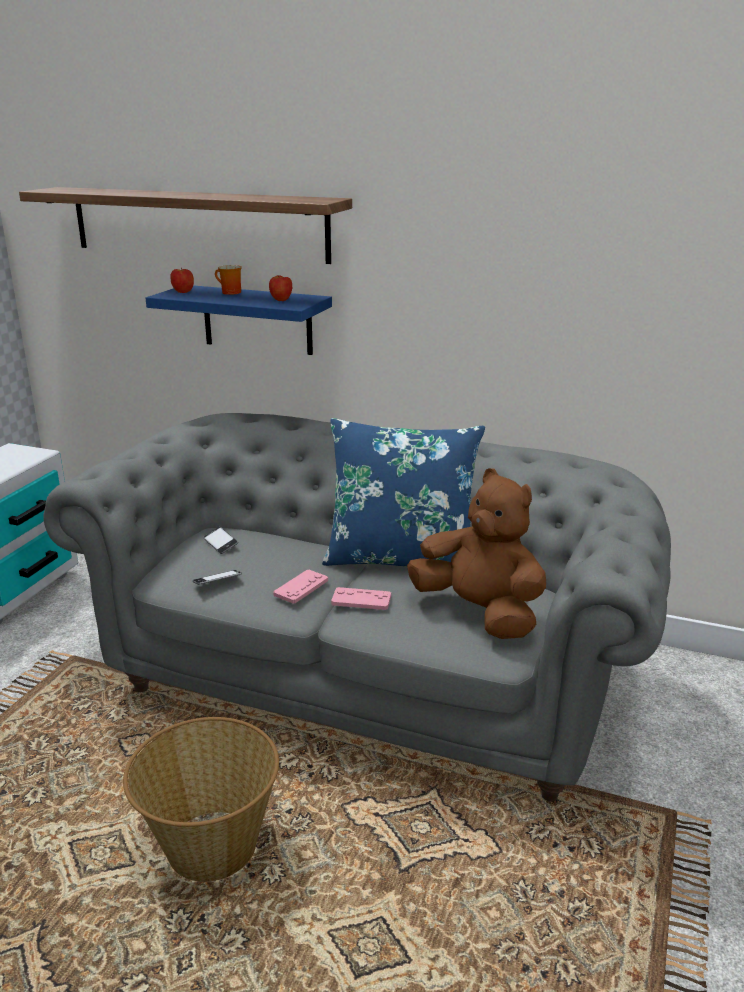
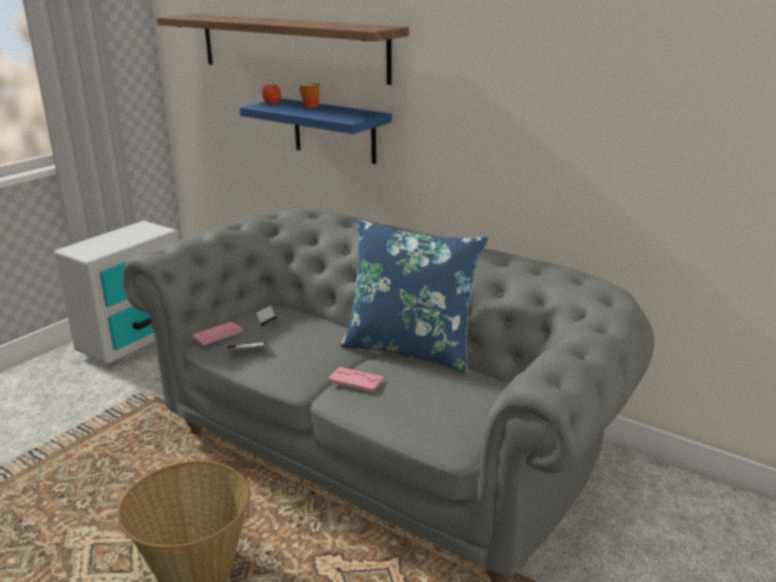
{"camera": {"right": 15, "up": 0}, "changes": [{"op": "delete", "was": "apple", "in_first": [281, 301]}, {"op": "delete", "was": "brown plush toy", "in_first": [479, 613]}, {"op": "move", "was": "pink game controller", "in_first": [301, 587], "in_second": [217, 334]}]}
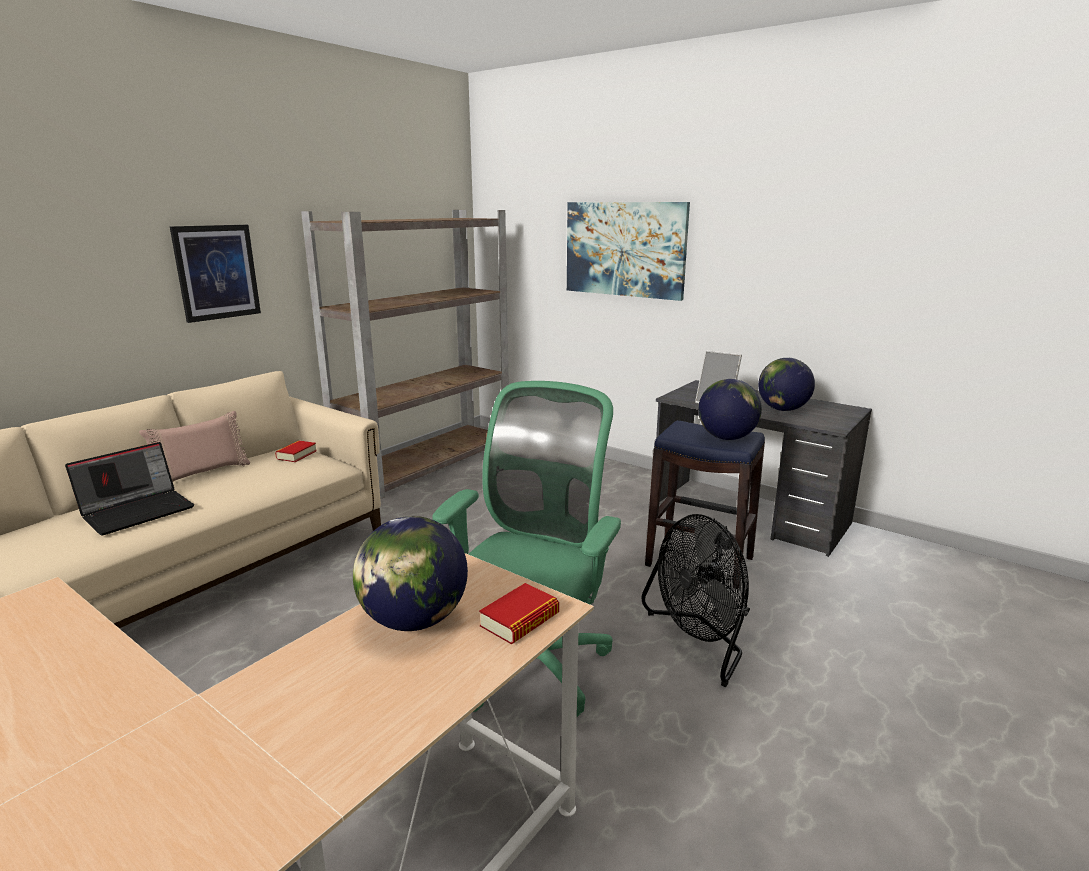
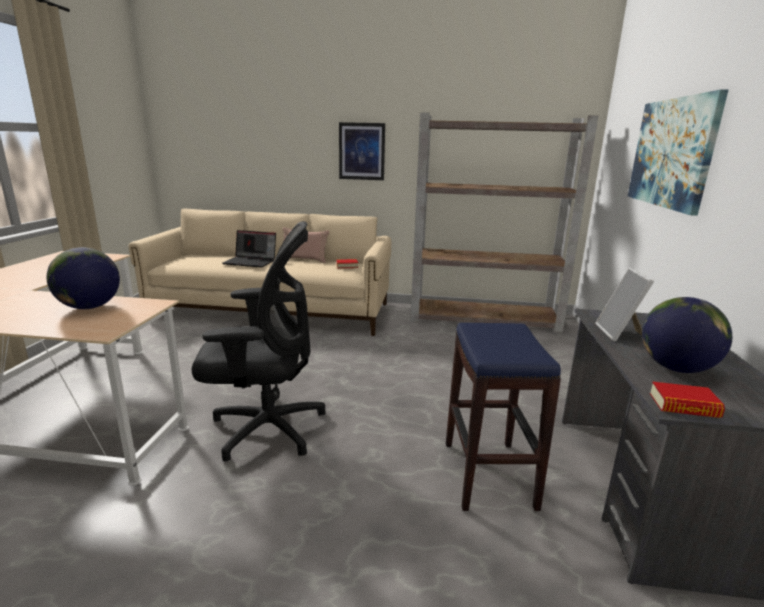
{"camera": {"right": 60, "up": 0}, "changes": [{"op": "delete", "was": "globe", "in_first": [726, 438]}, {"op": "recolor", "was": "green office chair", "now": "black office chair", "in_first": [530, 673], "in_second": [261, 430]}, {"op": "delete", "was": "black fan", "in_first": [702, 637]}, {"op": "move", "was": "book", "in_first": [520, 620], "in_second": [684, 406]}]}
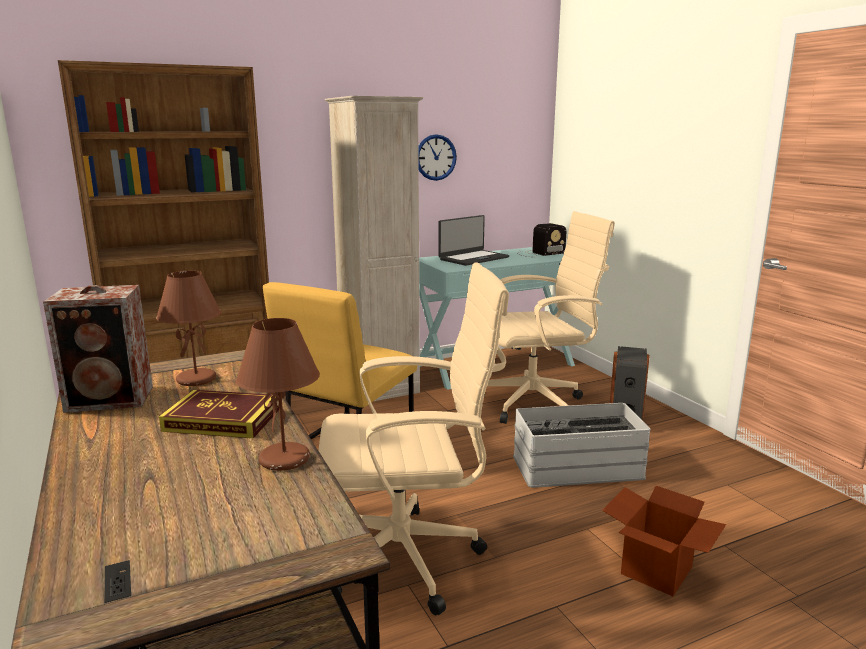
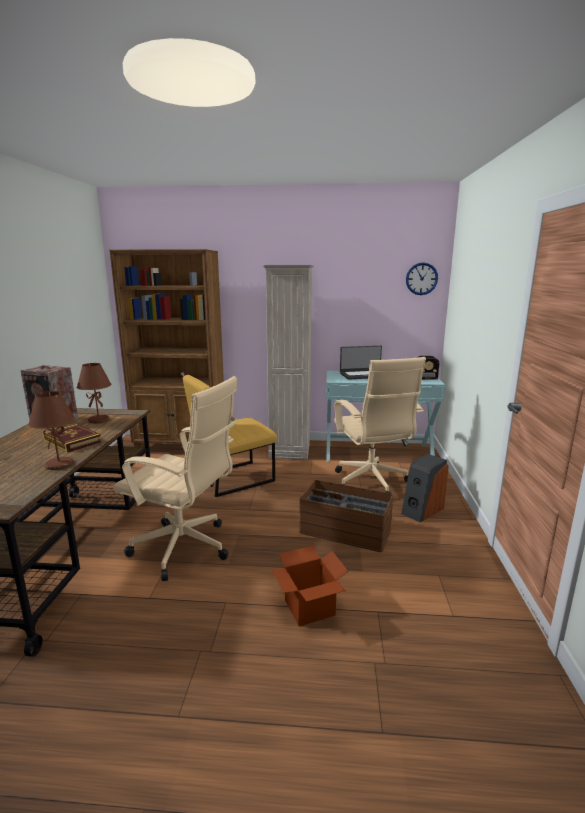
{"camera": {"right": 30, "up": 0}, "changes": [{"op": "move", "was": "wall clock", "in_first": [435, 157], "in_second": [421, 278]}, {"op": "rotate", "was": "beige office chair", "in_first": [536, 404], "in_second": [372, 484], "clockwise": 60}, {"op": "recolor", "was": "grey storage box", "now": "brown storage box", "in_first": [577, 467], "in_second": [344, 530]}]}
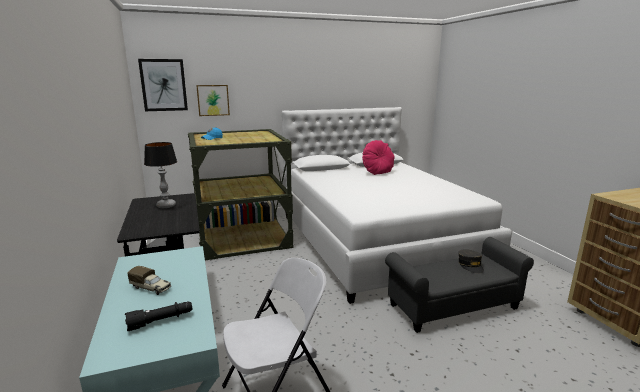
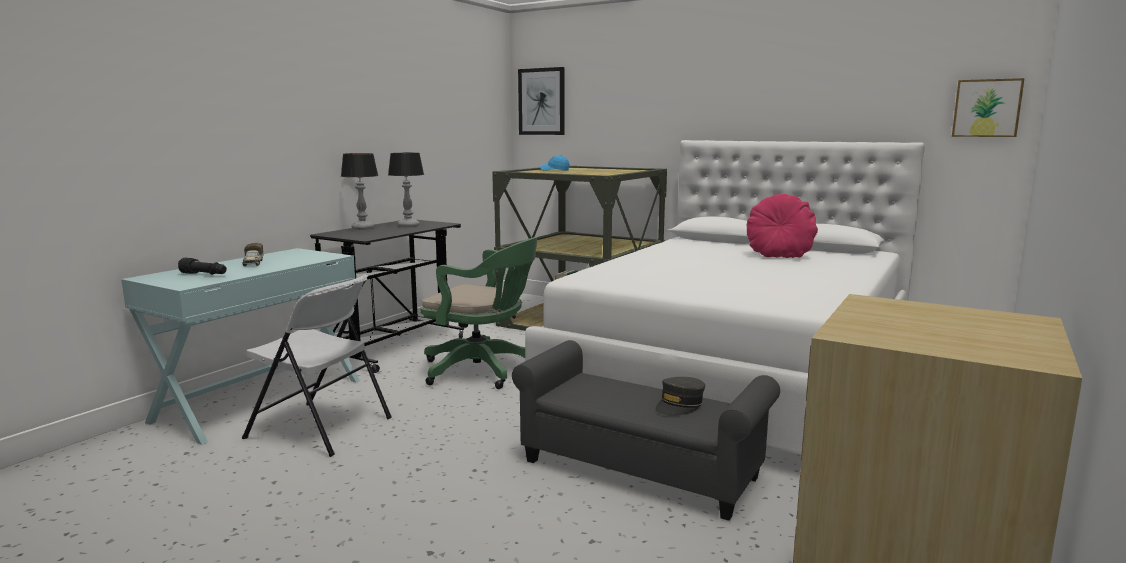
{"camera": {"right": 50, "up": -5}, "changes": [{"op": "move", "was": "picture", "in_first": [213, 100], "in_second": [987, 108]}, {"op": "insert", "now": "table lamp", "in_second": [362, 228]}, {"op": "insert", "now": "green office chair", "in_second": [483, 371]}]}
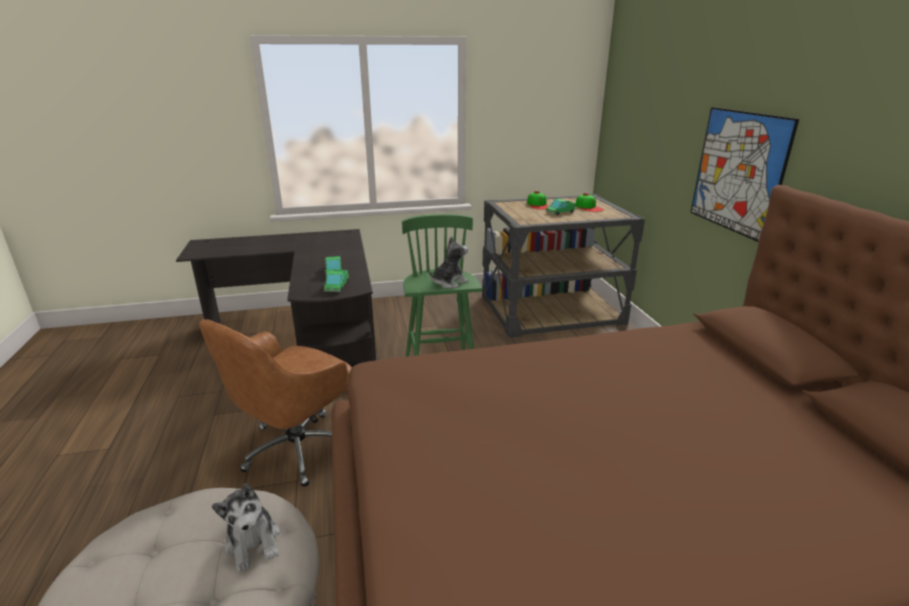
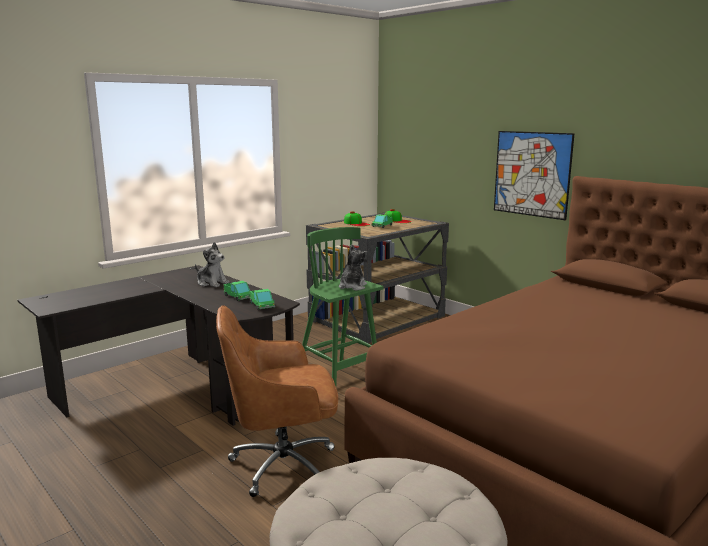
{"camera": {"right": -30, "up": -10}, "changes": [{"op": "rotate", "was": "brown office chair", "in_first": [297, 448], "in_second": [282, 464], "clockwise": 75}, {"op": "move", "was": "plush toy", "in_first": [253, 542], "in_second": [212, 283]}]}
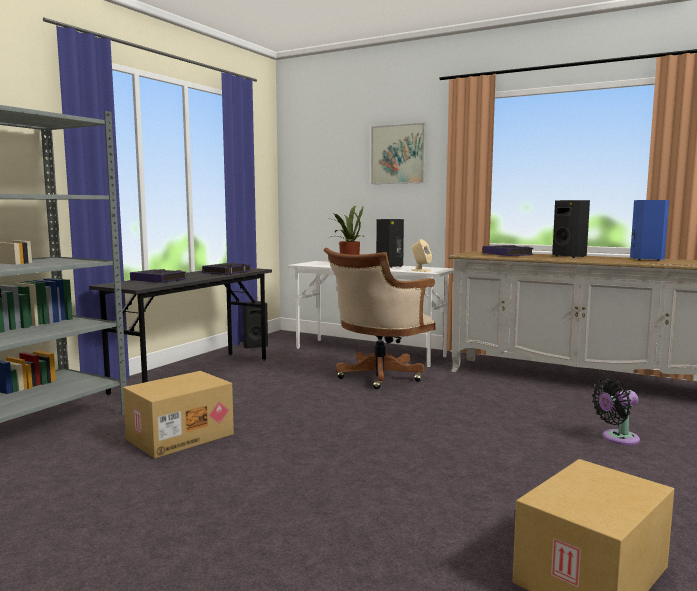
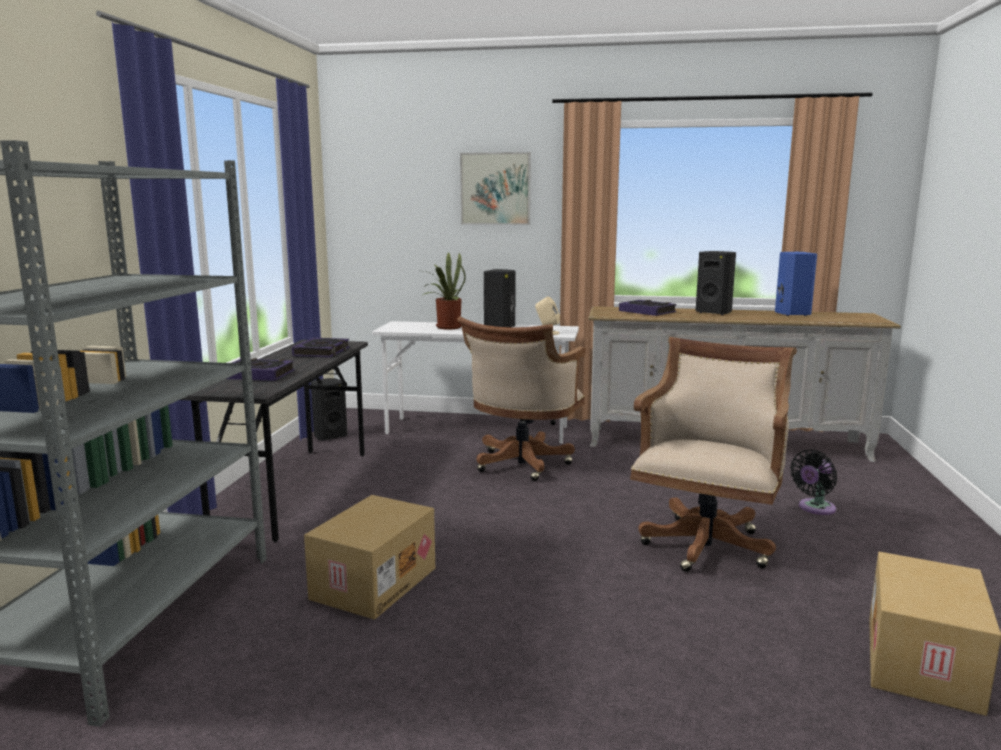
{"camera": {"right": -20, "up": 5}, "changes": [{"op": "insert", "now": "office chair", "in_second": [706, 543]}]}
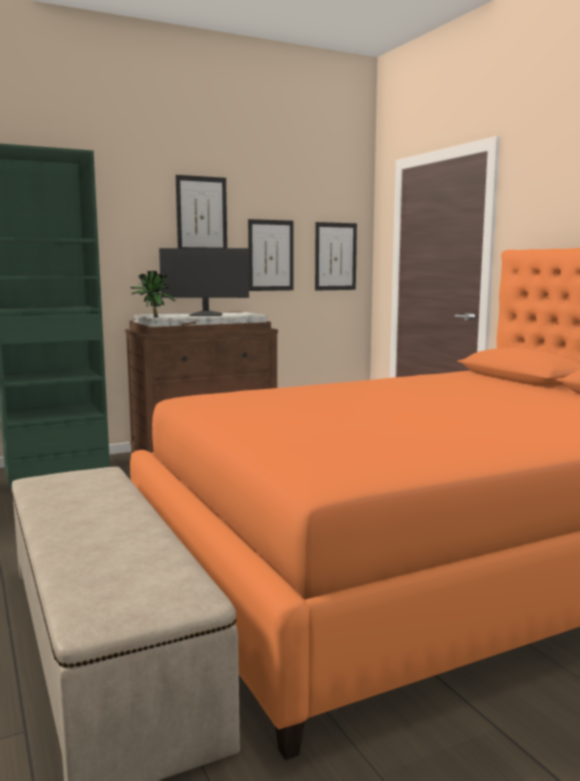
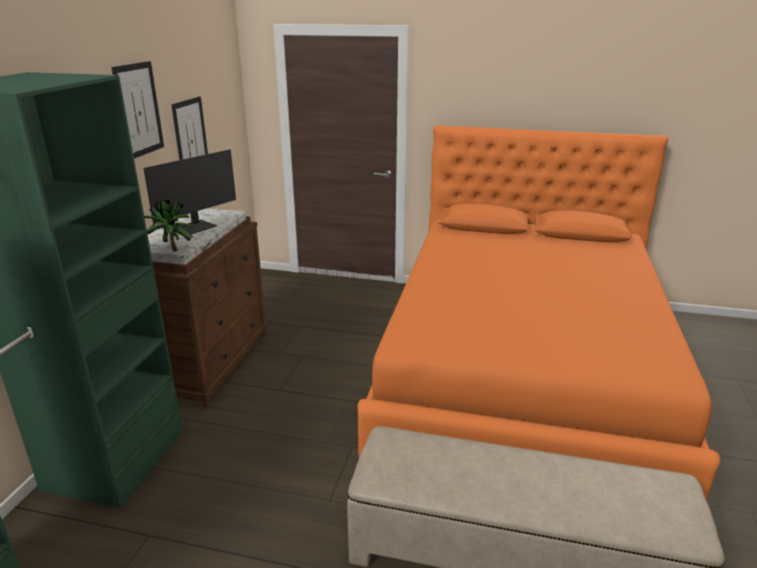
{"camera": {"right": -50, "up": 15}, "changes": [{"op": "delete", "was": "picture", "in_first": [335, 256]}]}
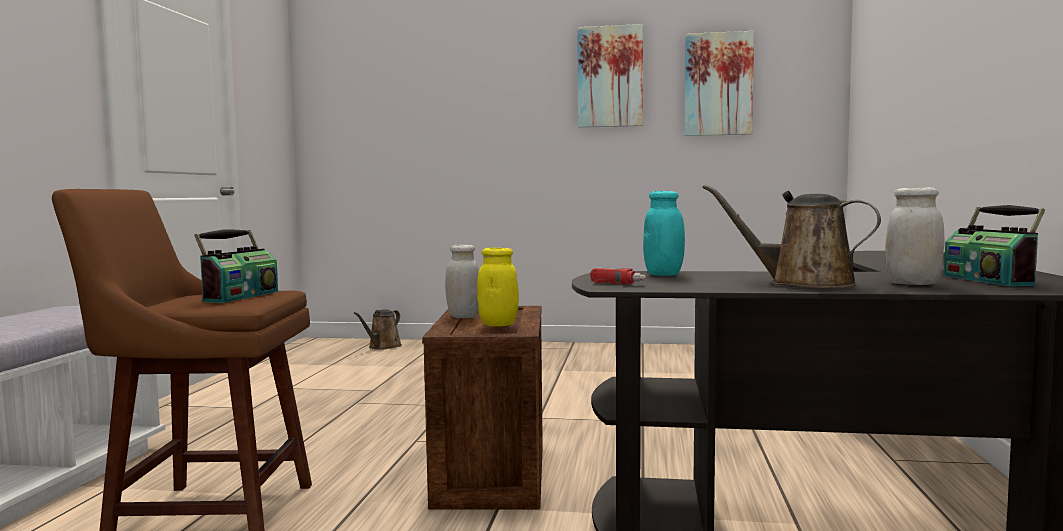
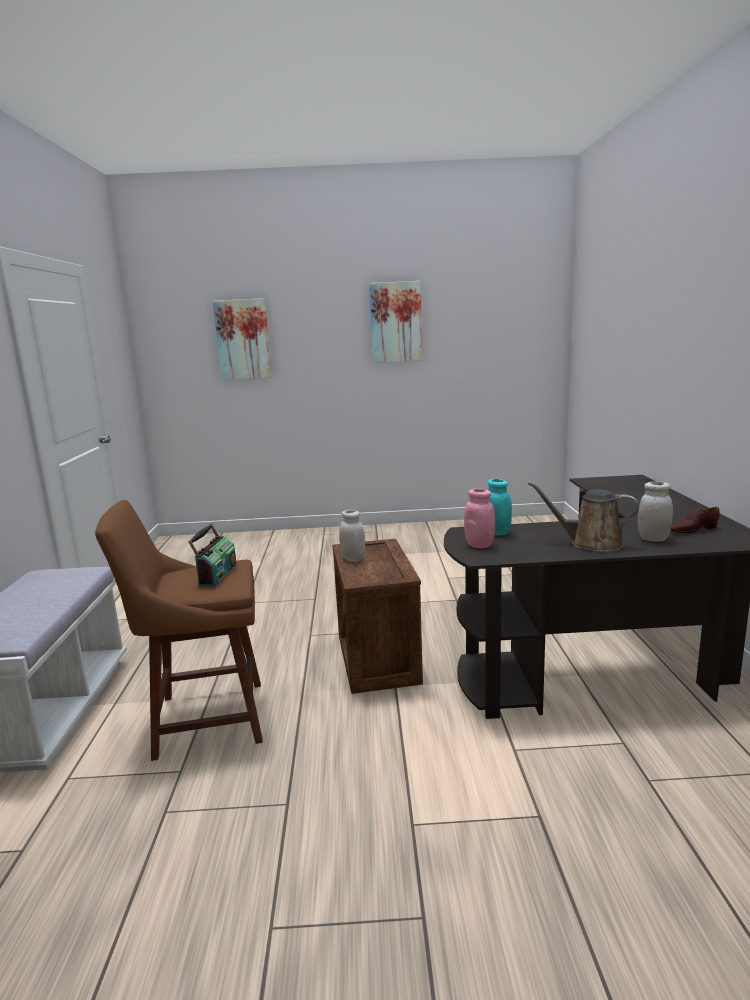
{"camera": {"right": -10, "up": 10}, "changes": [{"op": "move", "was": "picture", "in_first": [718, 84], "in_second": [243, 339]}, {"op": "replace", "was": "radio", "now": "brown shoe", "in_first": [989, 280], "in_second": [693, 529]}, {"op": "delete", "was": "yellow jar", "in_first": [498, 324]}, {"op": "replace", "was": "power drill", "now": "pink jar", "in_first": [624, 280], "in_second": [479, 545]}, {"op": "delete", "was": "brown watering can", "in_first": [383, 347]}]}
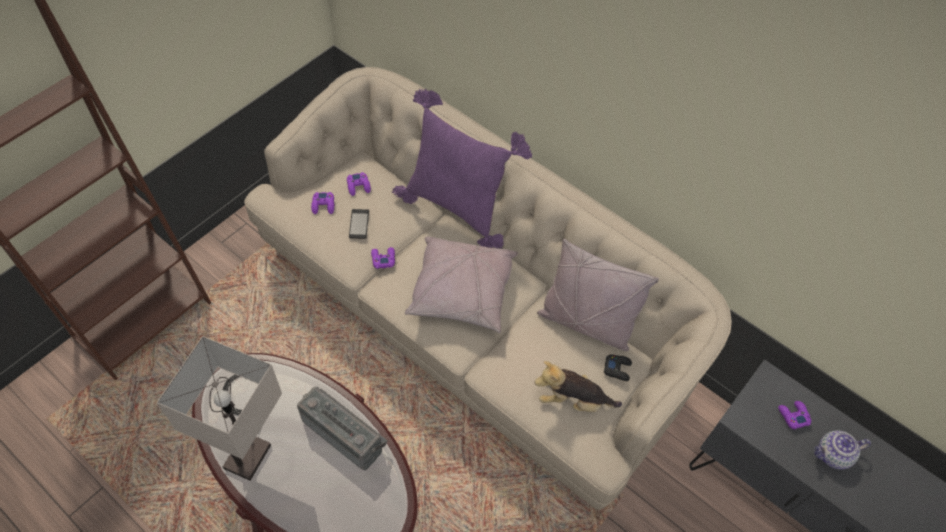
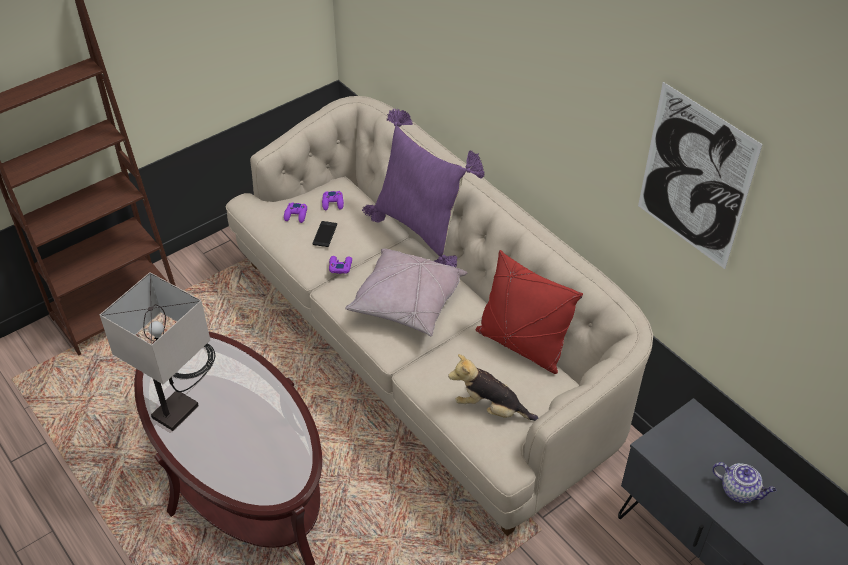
{"camera": {"right": 15, "up": -10}, "changes": [{"op": "recolor", "was": "purple pillow", "now": "red pillow", "in_first": [586, 323], "in_second": [521, 345]}, {"op": "delete", "was": "black game controller", "in_first": [617, 369]}, {"op": "delete", "was": "radio", "in_first": [345, 433]}, {"op": "delete", "was": "purple game controller", "in_first": [793, 416]}, {"op": "rotate", "was": "teapot", "in_first": [832, 455], "in_second": [740, 491], "clockwise": -150}, {"op": "insert", "now": "picture", "in_second": [695, 177]}]}
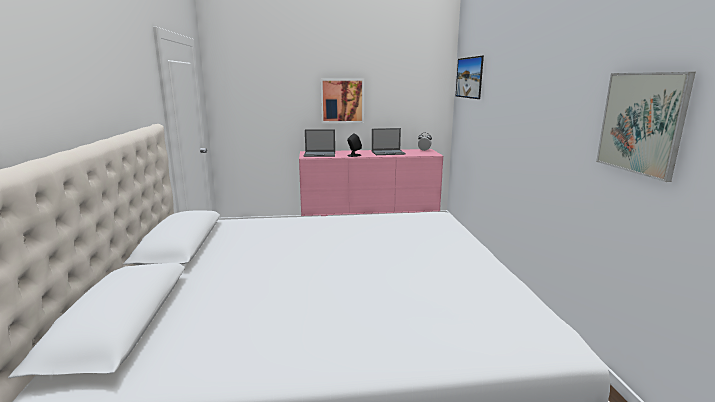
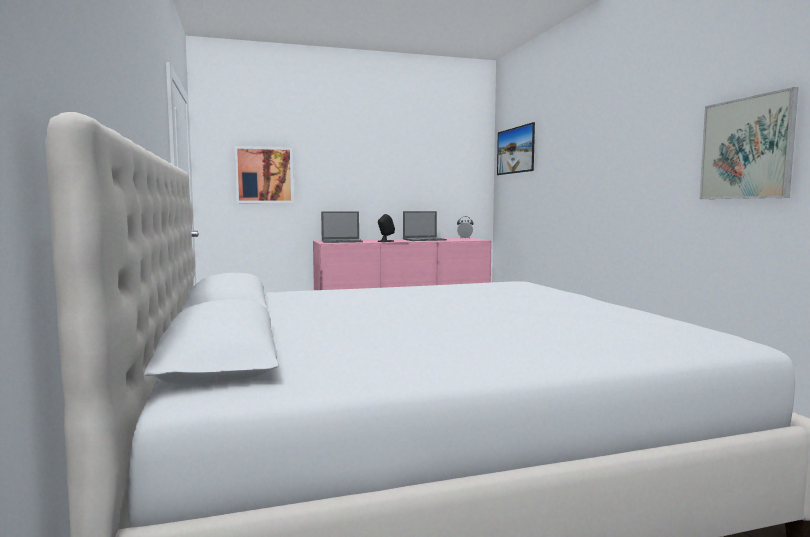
{"camera": {"right": -10, "up": -10}, "changes": [{"op": "move", "was": "picture", "in_first": [342, 101], "in_second": [264, 175]}]}
